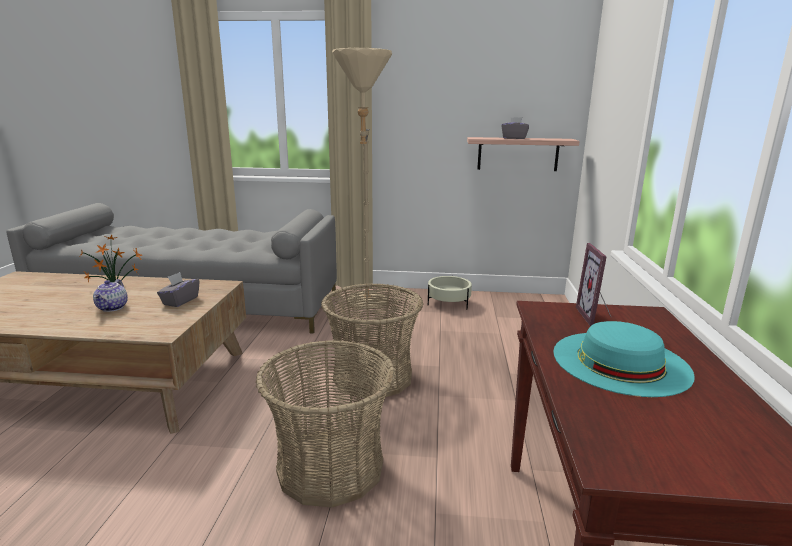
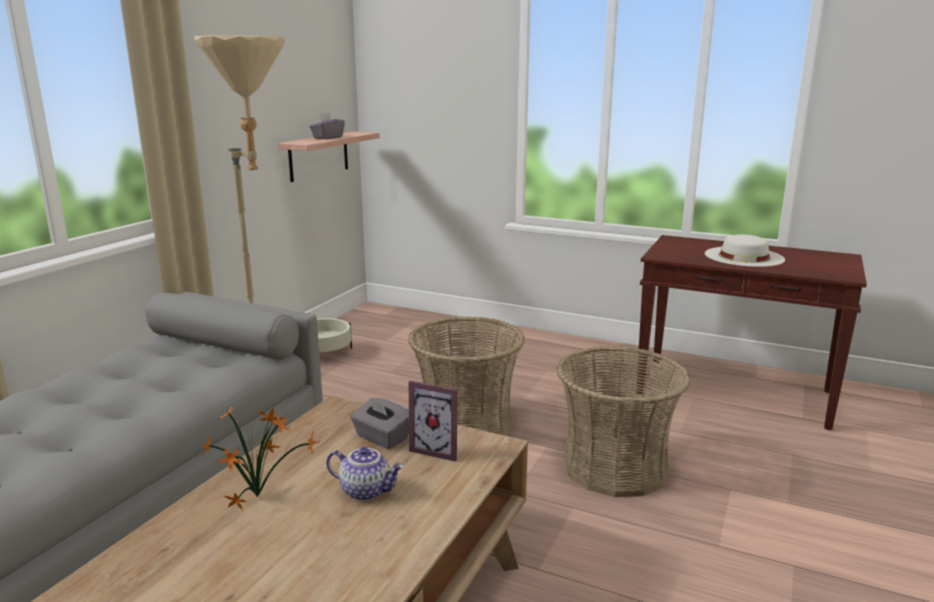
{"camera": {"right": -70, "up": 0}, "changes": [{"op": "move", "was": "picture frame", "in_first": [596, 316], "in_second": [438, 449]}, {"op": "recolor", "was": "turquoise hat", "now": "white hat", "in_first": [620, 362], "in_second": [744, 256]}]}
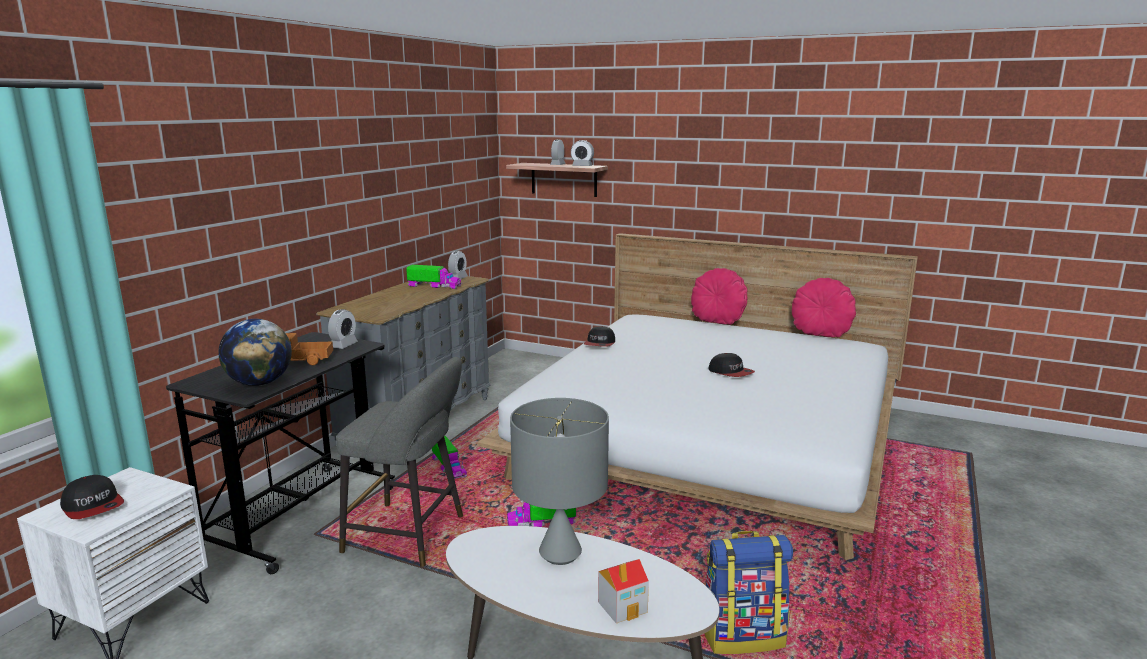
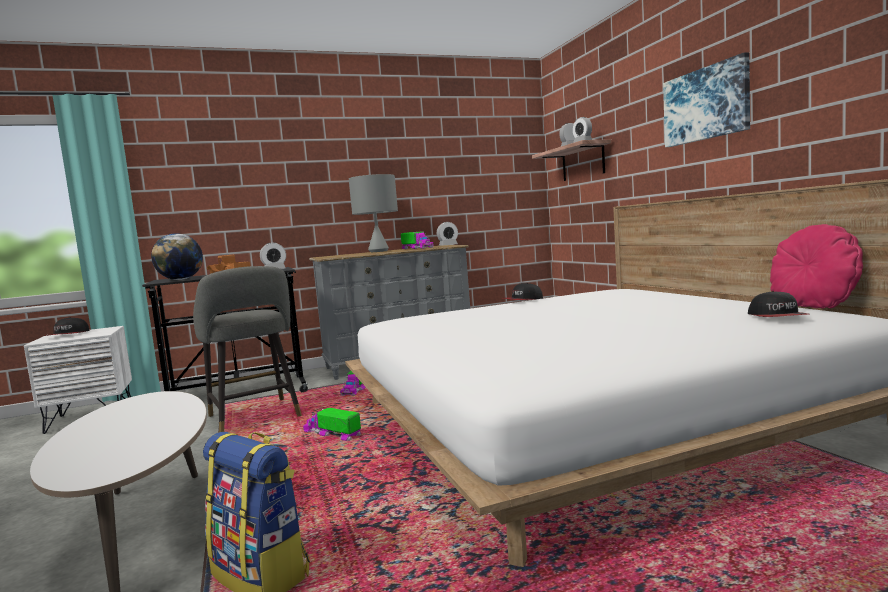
{"camera": {"right": 45, "up": -10}, "changes": [{"op": "delete", "was": "pink pillow", "in_first": [717, 322]}, {"op": "move", "was": "cap", "in_first": [731, 372], "in_second": [777, 316]}, {"op": "move", "was": "grey table lamp", "in_first": [560, 555], "in_second": [378, 251]}, {"op": "delete", "was": "toy house", "in_first": [623, 606]}, {"op": "insert", "now": "picture", "in_second": [706, 104]}]}
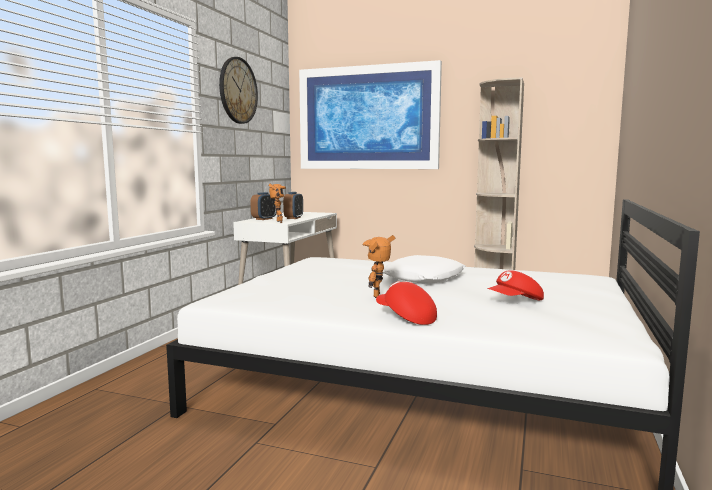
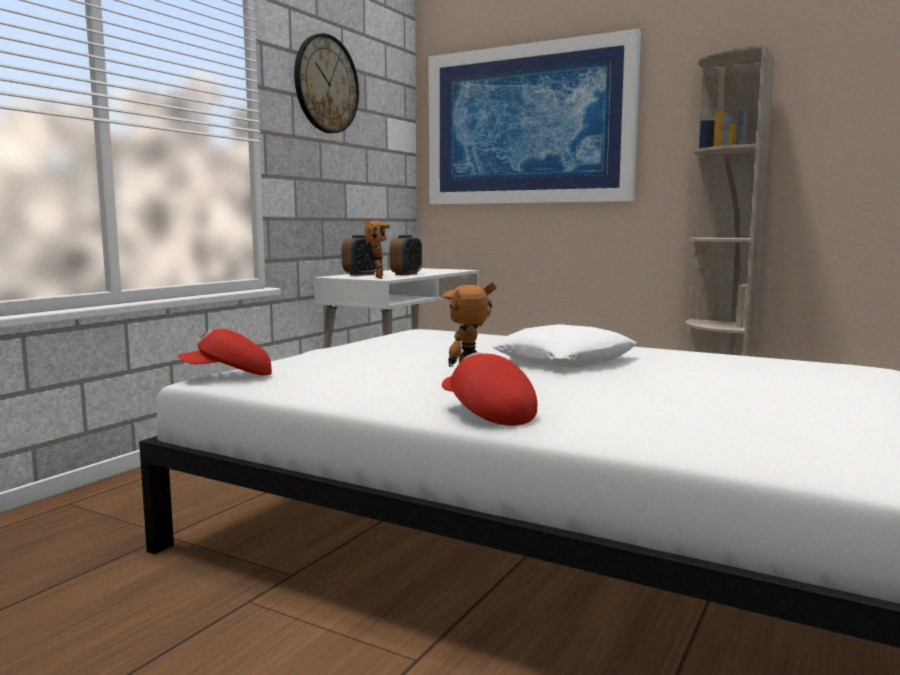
{"camera": {"right": 10, "up": 0}, "changes": [{"op": "move", "was": "red cap", "in_first": [515, 302], "in_second": [228, 376]}]}
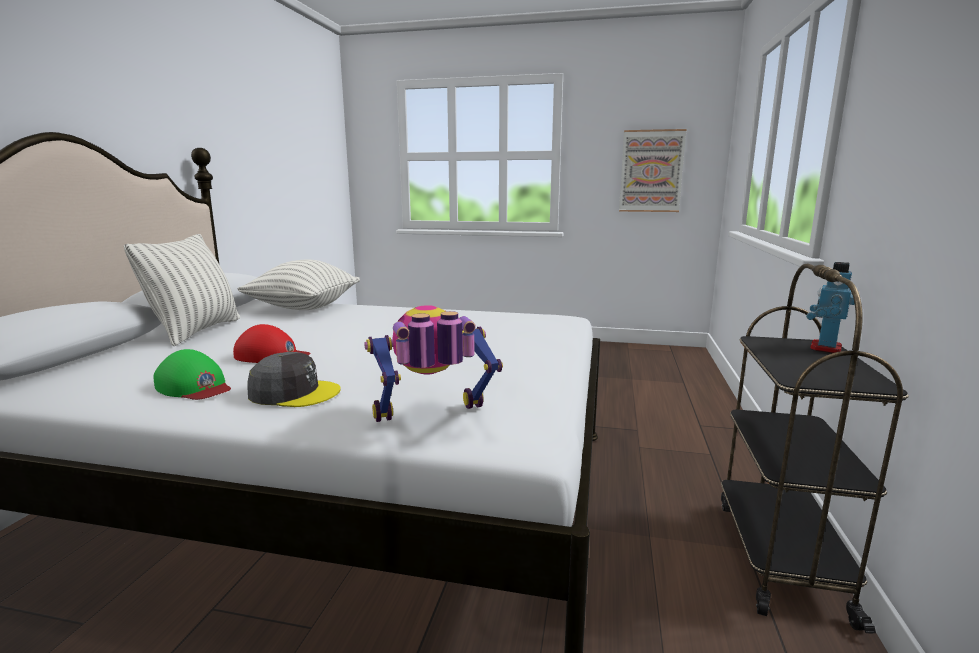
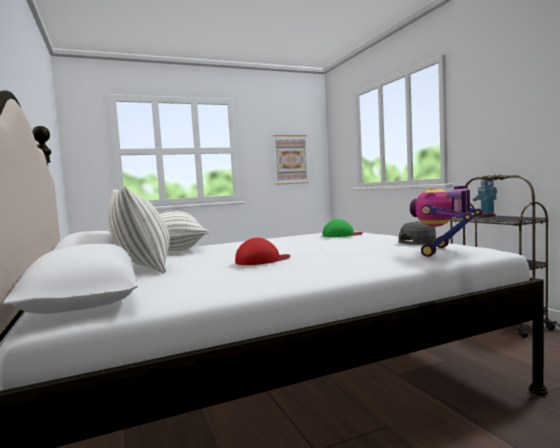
{"camera": {"right": -35, "up": -10}, "changes": [{"op": "move", "was": "green cap", "in_first": [194, 387], "in_second": [341, 235]}, {"op": "move", "was": "grey cap", "in_first": [294, 392], "in_second": [421, 241]}]}
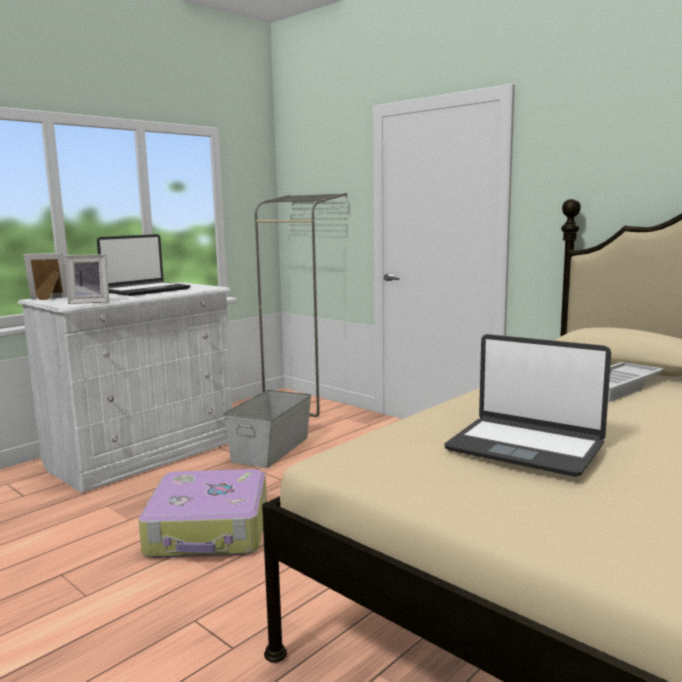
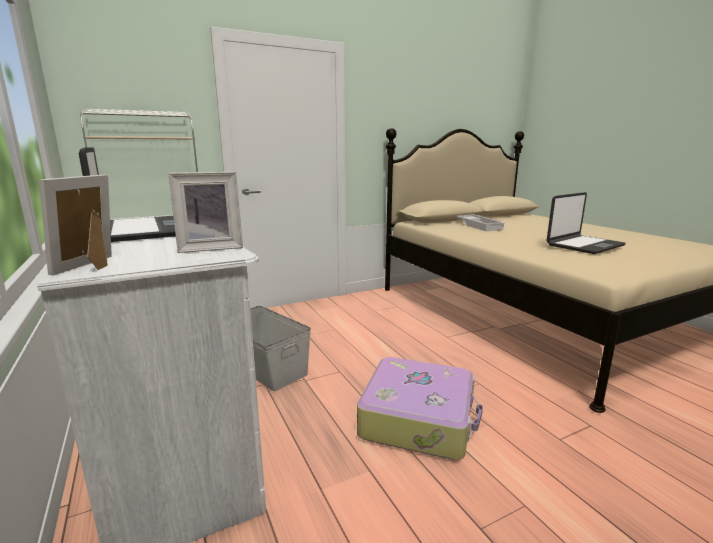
{"camera": {"right": -70, "up": 5}, "changes": [{"op": "rotate", "was": "picture frame", "in_first": [90, 302], "in_second": [210, 248], "clockwise": 60}]}
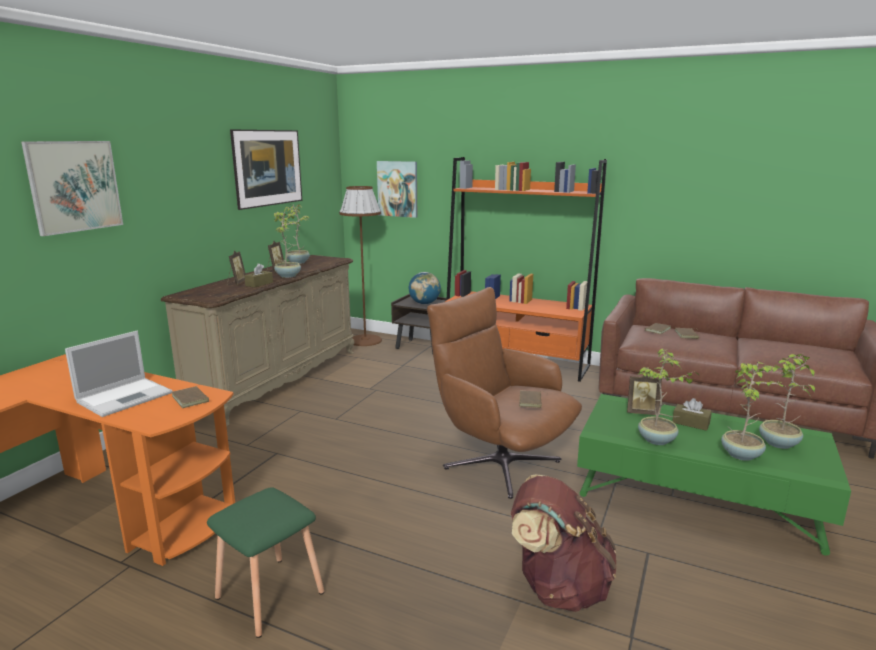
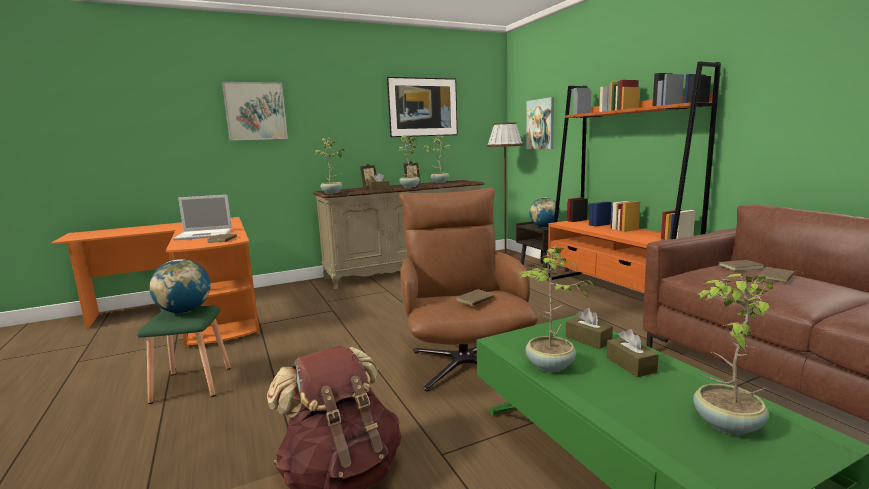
{"camera": {"right": 40, "up": -5}, "changes": [{"op": "move", "was": "potted plant", "in_first": [742, 454], "in_second": [332, 193]}, {"op": "replace", "was": "picture frame", "now": "brown tissue box", "in_first": [641, 412], "in_second": [588, 339]}, {"op": "insert", "now": "globe", "in_second": [185, 311]}]}
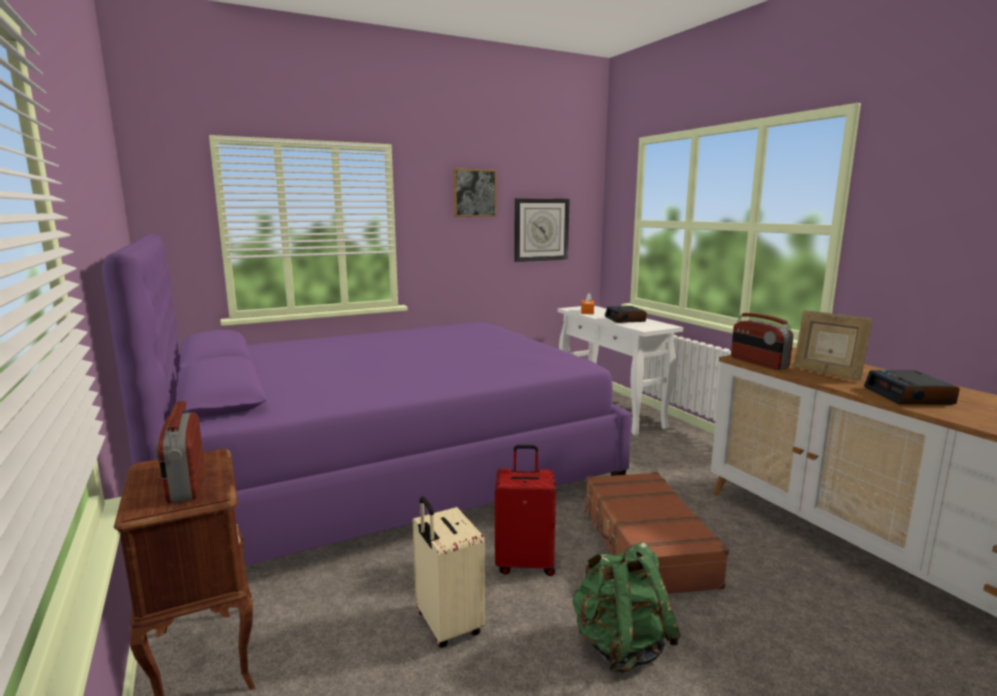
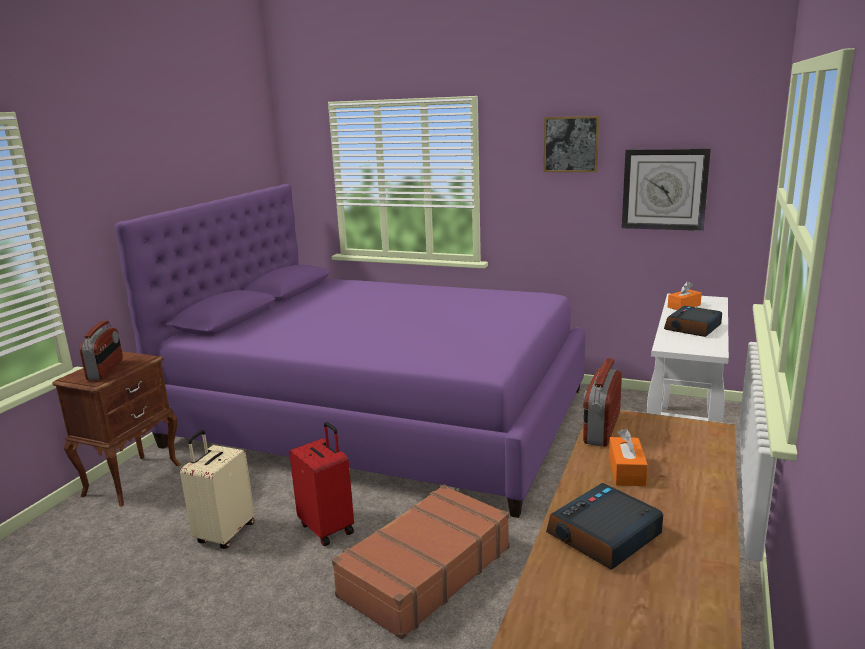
{"camera": {"right": 50, "up": 5}, "changes": [{"op": "replace", "was": "picture frame", "now": "orange tissue box", "in_first": [826, 373], "in_second": [626, 471]}, {"op": "rotate", "was": "radio", "in_first": [185, 482], "in_second": [106, 370], "clockwise": 150}, {"op": "delete", "was": "green backpack", "in_first": [620, 646]}]}
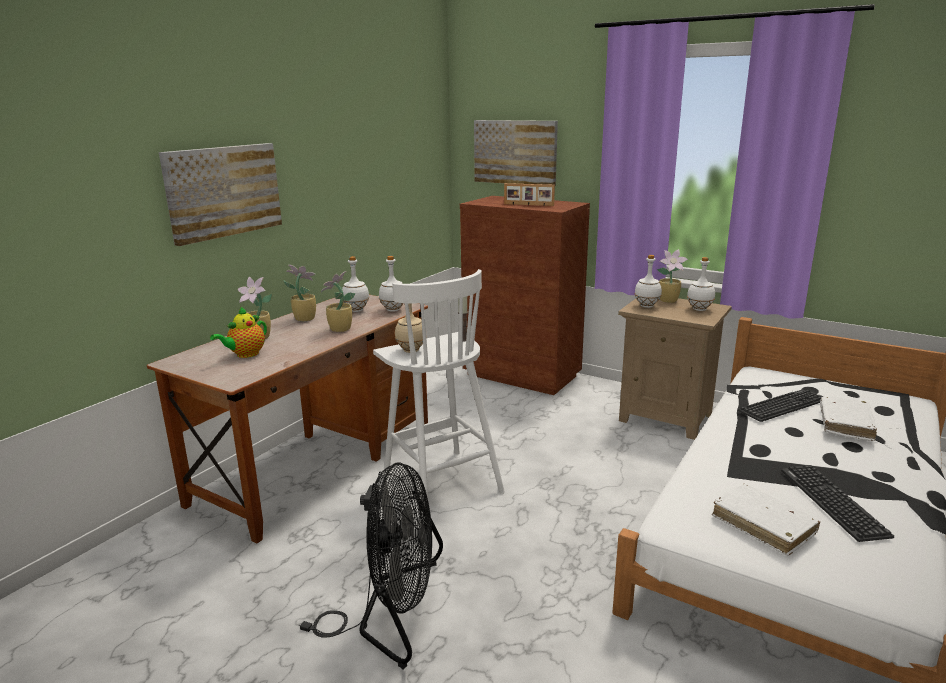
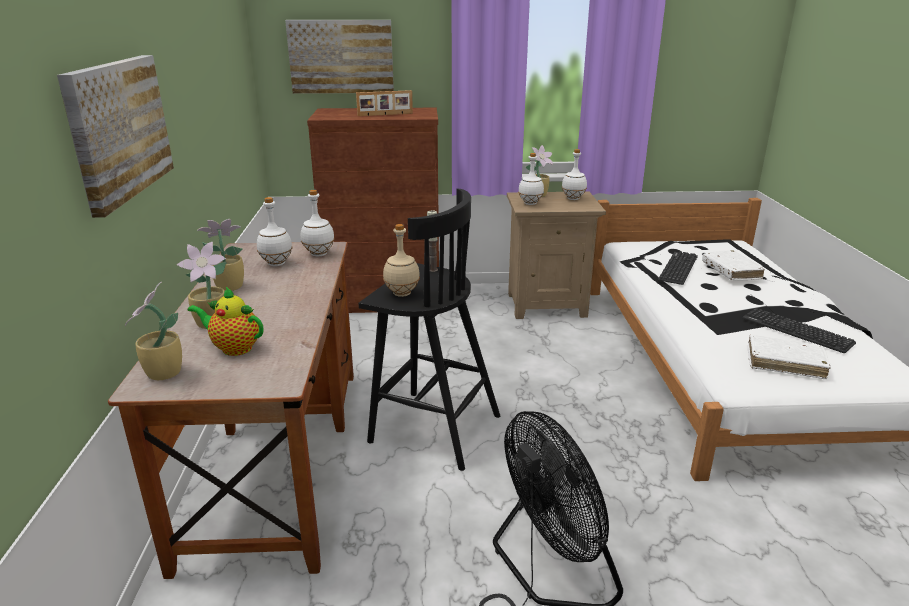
{"camera": {"right": -35, "up": 5}, "changes": [{"op": "recolor", "was": "white stool", "now": "black stool", "in_first": [440, 481], "in_second": [431, 427]}, {"op": "move", "was": "potted plant", "in_first": [339, 329], "in_second": [163, 374]}, {"op": "rotate", "was": "teapot", "in_first": [245, 354], "in_second": [233, 348], "clockwise": 105}]}
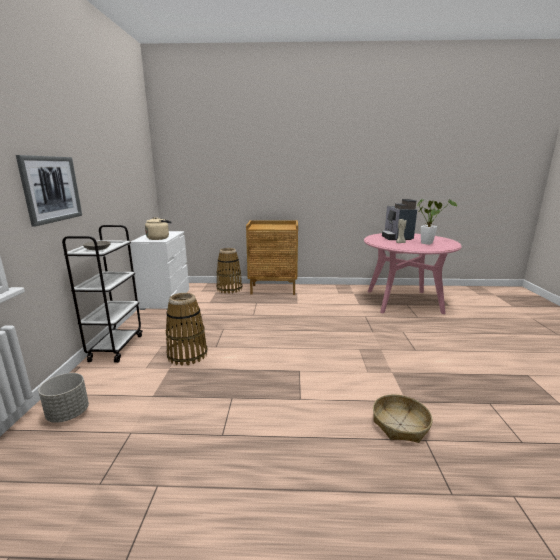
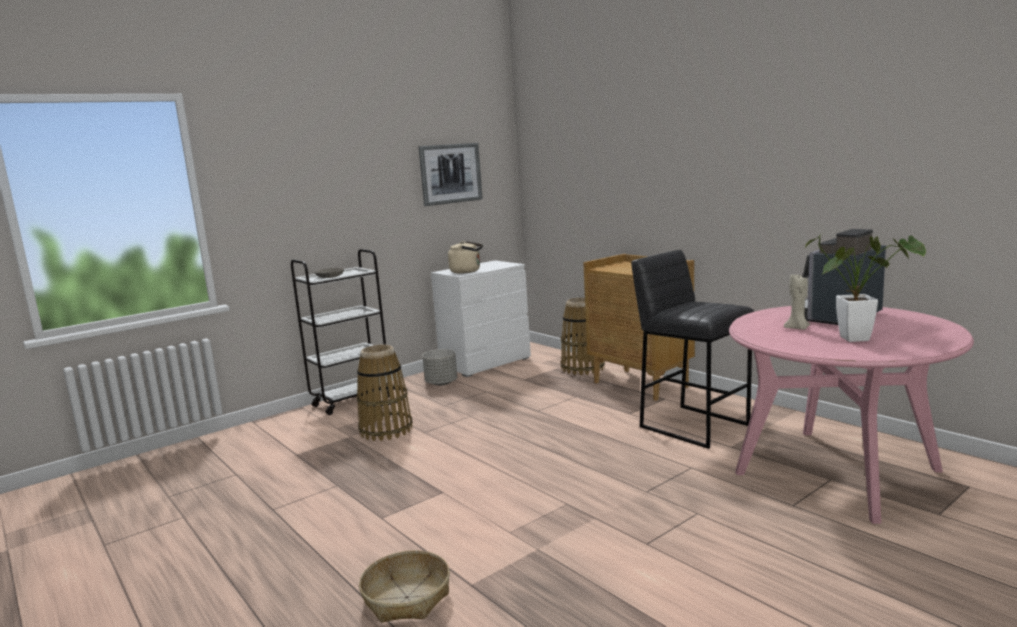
{"camera": {"right": 50, "up": -5}, "changes": [{"op": "move", "was": "picture", "in_first": [51, 189], "in_second": [450, 173]}, {"op": "move", "was": "grey planter", "in_first": [68, 414], "in_second": [441, 383]}, {"op": "insert", "now": "grey stool", "in_second": [692, 425]}]}
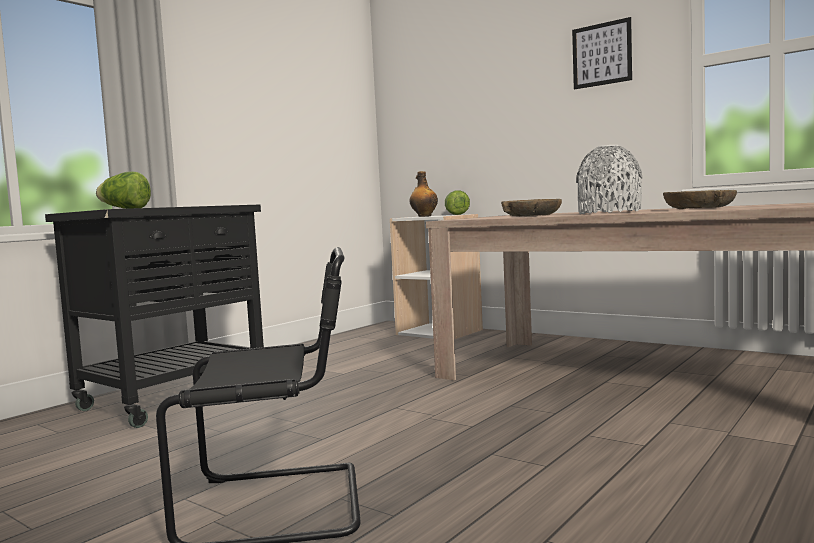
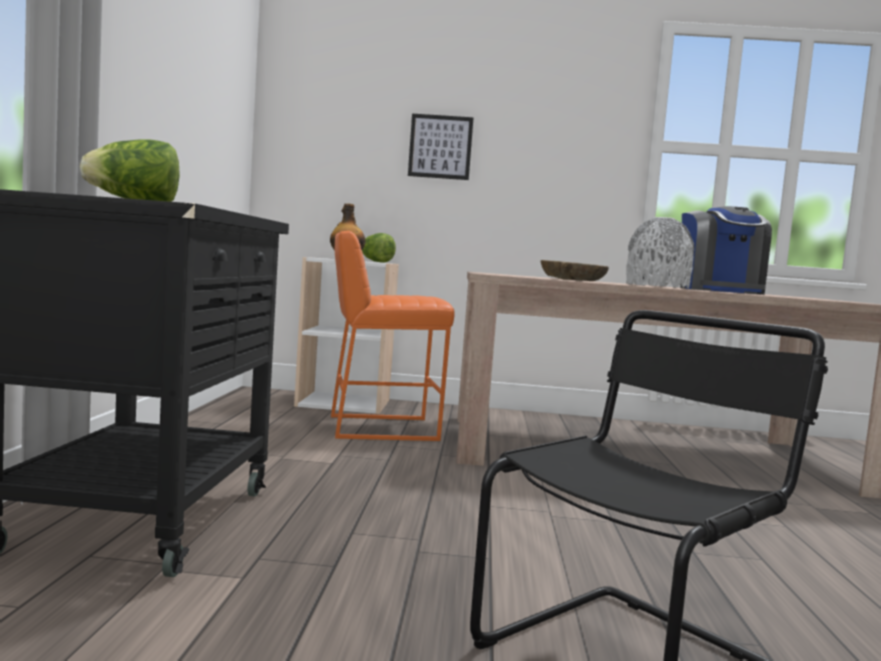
{"camera": {"right": -35, "up": 0}, "changes": [{"op": "move", "was": "picture", "in_first": [602, 54], "in_second": [440, 147]}, {"op": "replace", "was": "brown bowl", "now": "coffee machine", "in_first": [699, 208], "in_second": [720, 291]}, {"op": "insert", "now": "orange stool", "in_second": [380, 428]}]}
